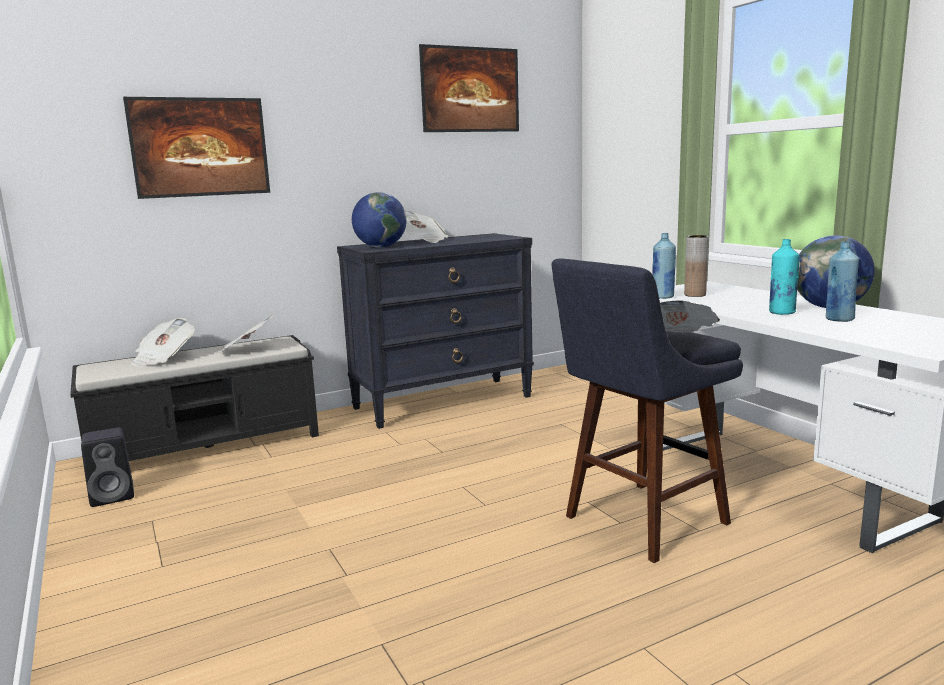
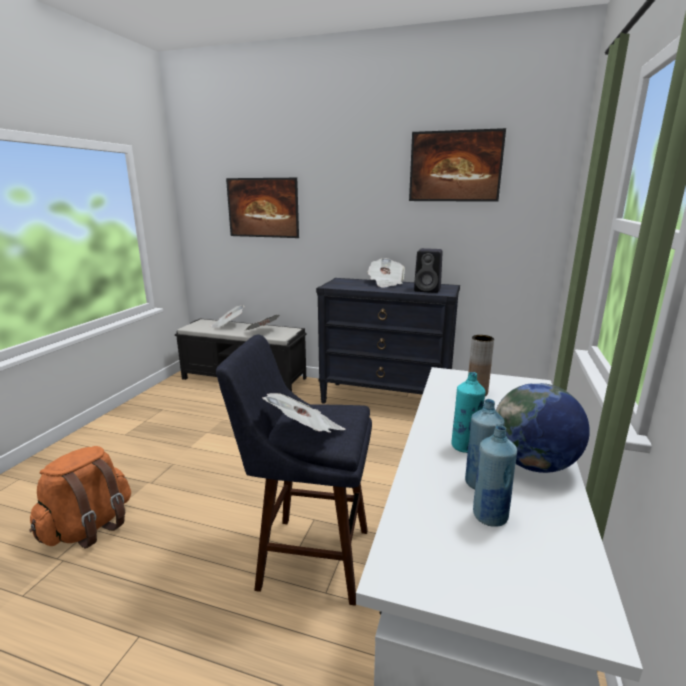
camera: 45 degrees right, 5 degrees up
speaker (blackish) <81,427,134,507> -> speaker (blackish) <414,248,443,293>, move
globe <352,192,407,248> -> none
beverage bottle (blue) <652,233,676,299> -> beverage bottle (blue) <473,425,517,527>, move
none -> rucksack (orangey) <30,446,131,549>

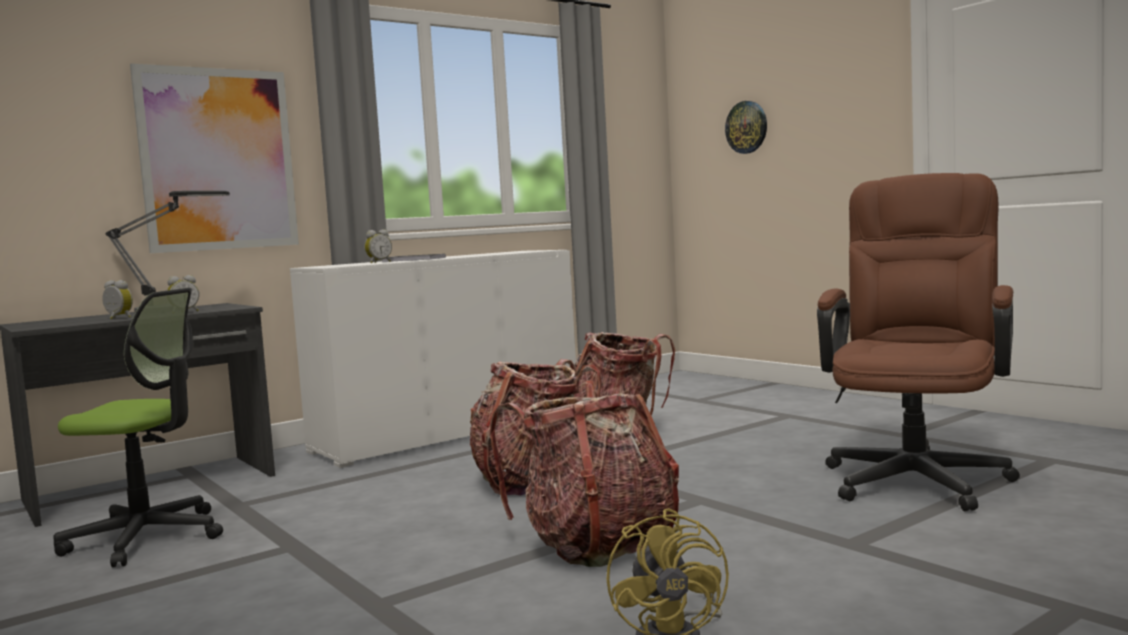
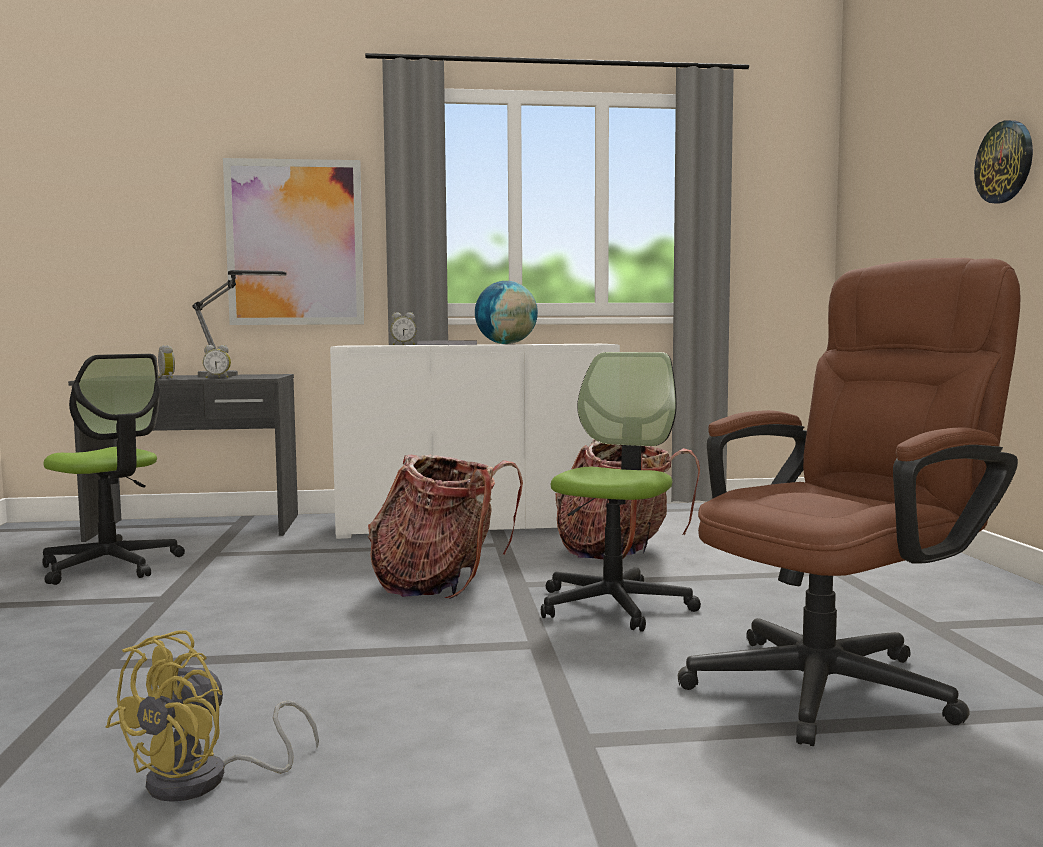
camera: 30 degrees right, 0 degrees up
rucksack <490,381,679,567> -> none
clock on the wall <725,101,767,154> -> clock on the wall <974,120,1033,203>, move
none -> globe <475,281,538,344>
none -> office chair <541,352,701,632>

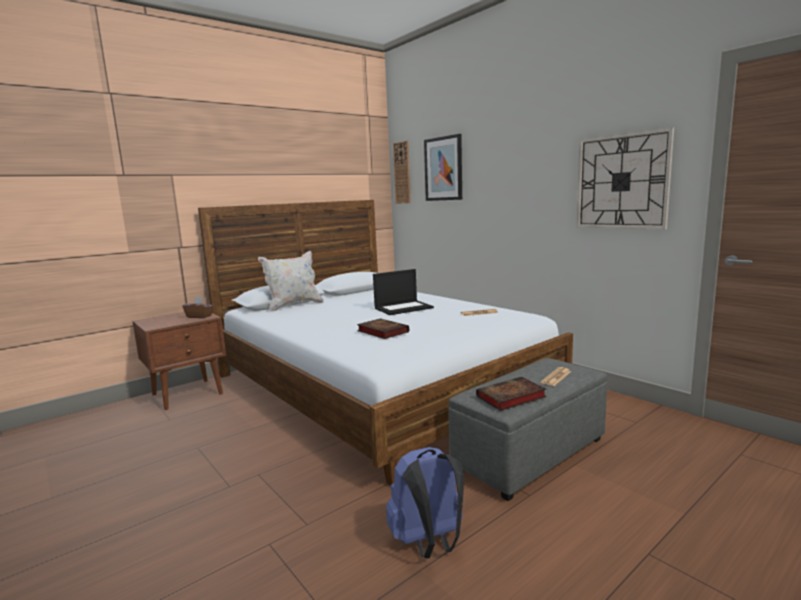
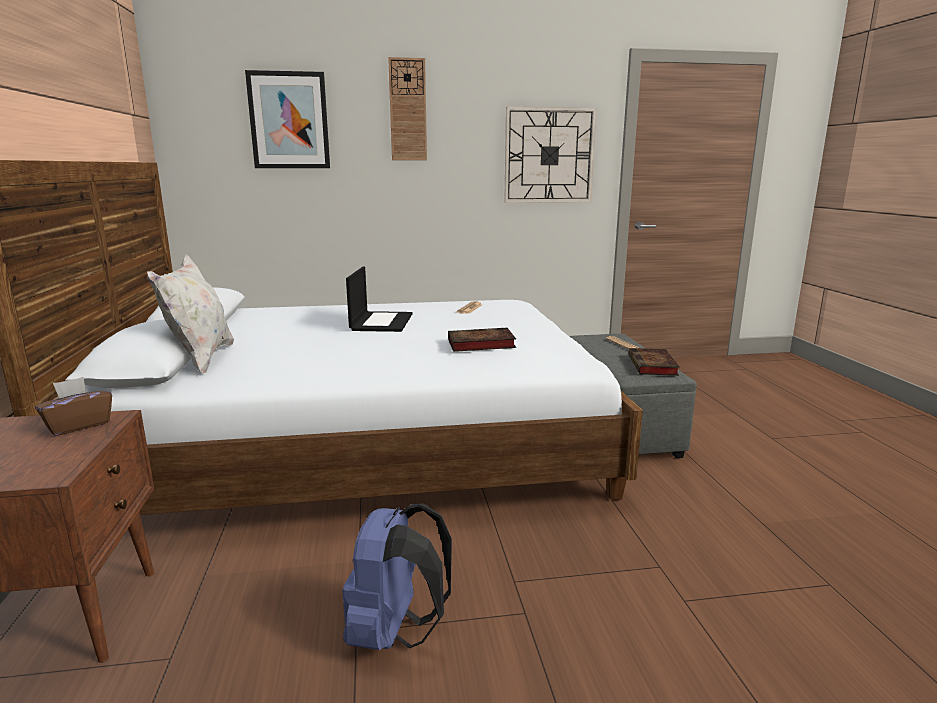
camera: 60 degrees left, 5 degrees up
rucksack (blue) <386,447,464,558> -> rucksack (blue) <343,504,452,650>, move
clock on the wall <393,141,411,204> -> clock on the wall <388,57,427,160>, move

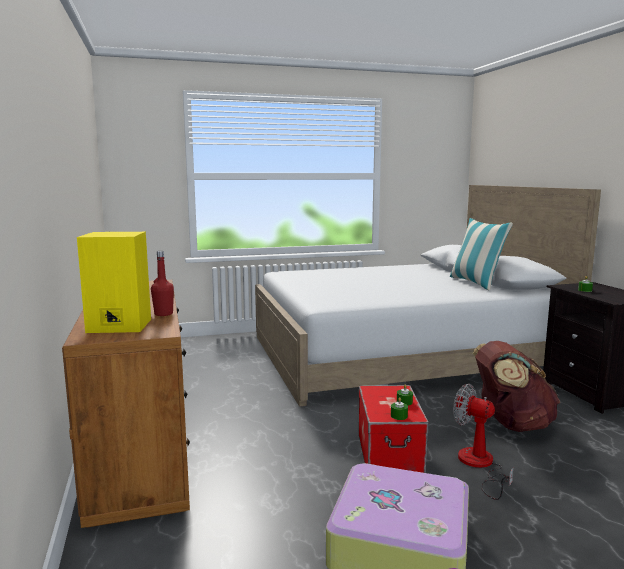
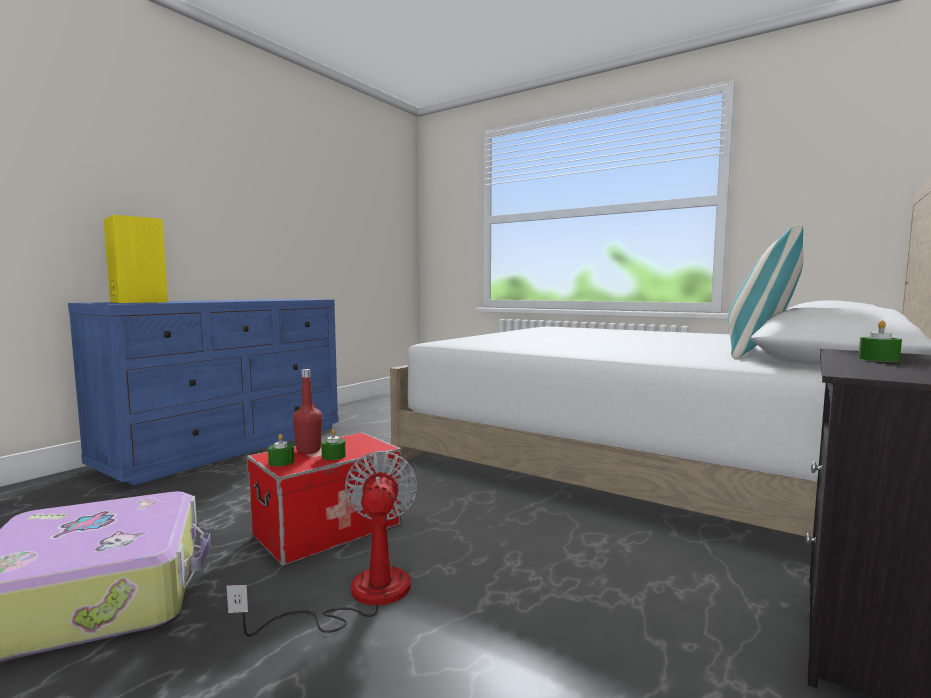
camera: 50 degrees right, 5 degrees down
drawer chest (brown) <62,280,190,528> -> drawer chest (blue) <68,299,339,486>
beverage bottle (red-coloured) <151,251,174,316> -> beverage bottle (red-coloured) <293,369,322,453>, move
rucksack (brown) <472,341,560,432> -> none

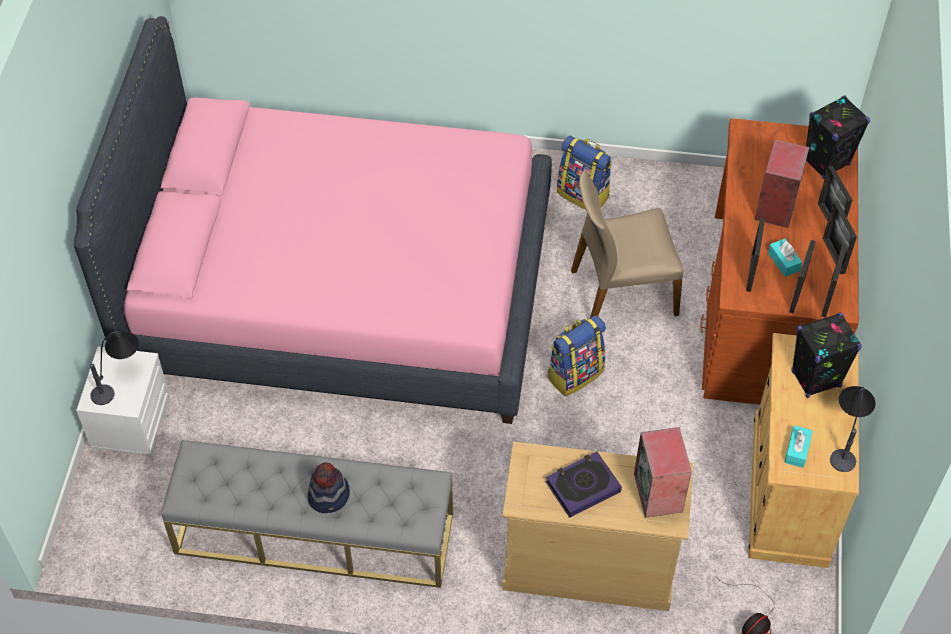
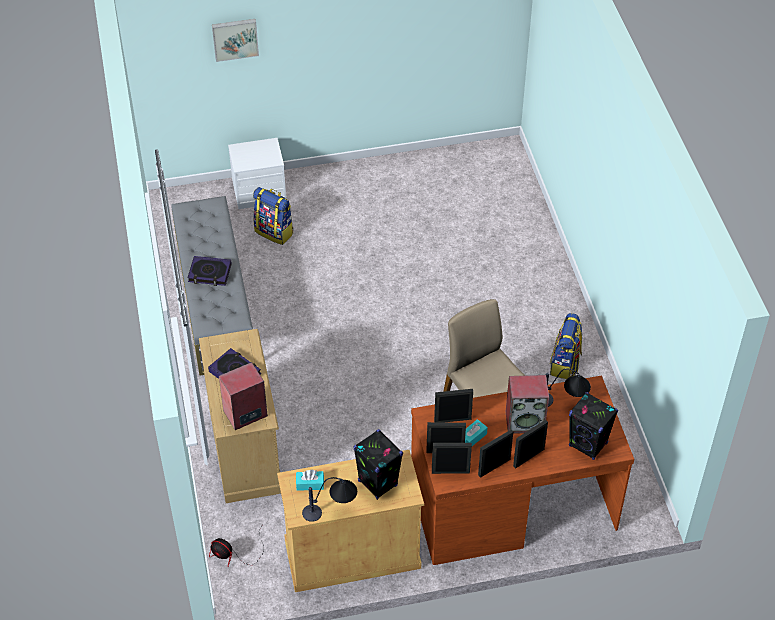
camera: 70 degrees right, 5 degrees down
bed (pinkish) <74,16,552,424> -> none
tabletop lamp <90,330,139,405> -> tabletop lamp <546,368,591,407>, move
hat <308,462,350,513> -> book <188,256,232,286>
rucksack <548,316,606,396> -> rucksack <253,187,294,245>, move
none -> picture <212,19,259,62>

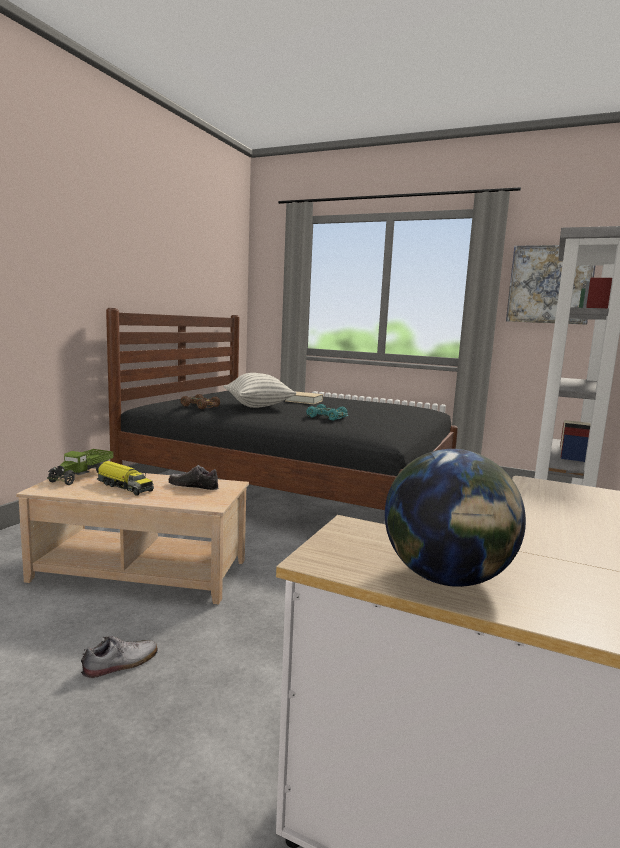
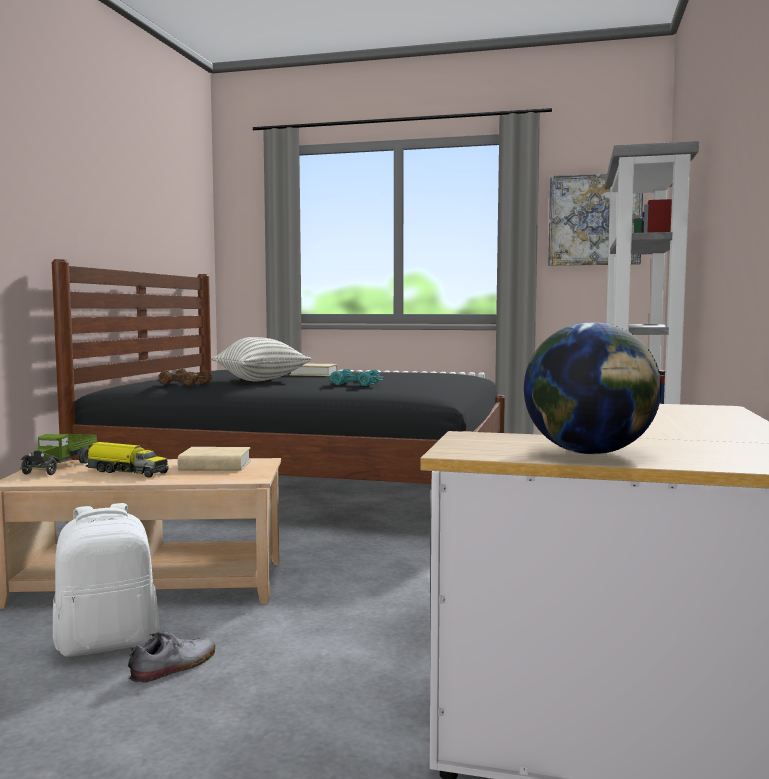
camera: 10 degrees left, 5 degrees down
low shoe <169,465,218,490> -> book (sand-coloured) <178,447,251,471>
none -> rucksack (white-coloured) <53,503,160,657>

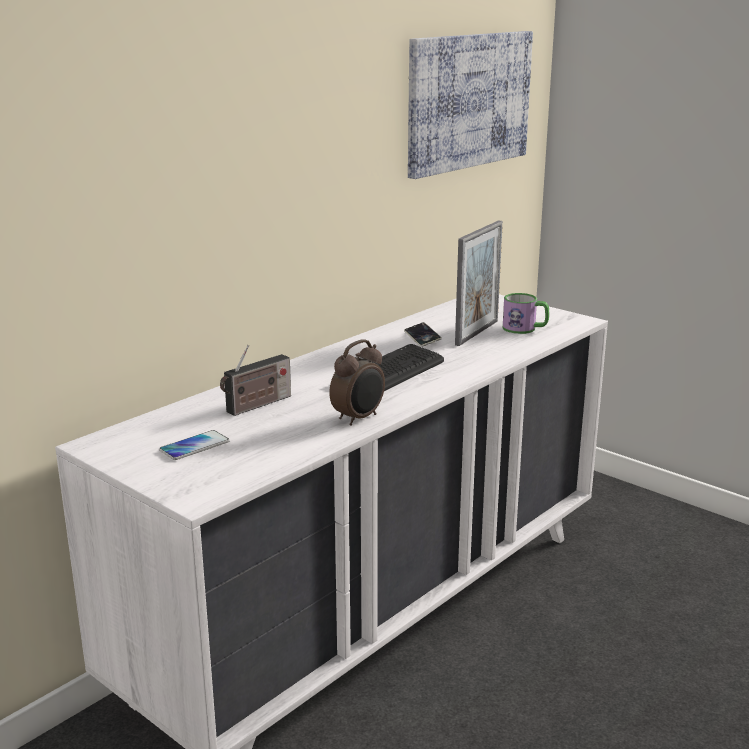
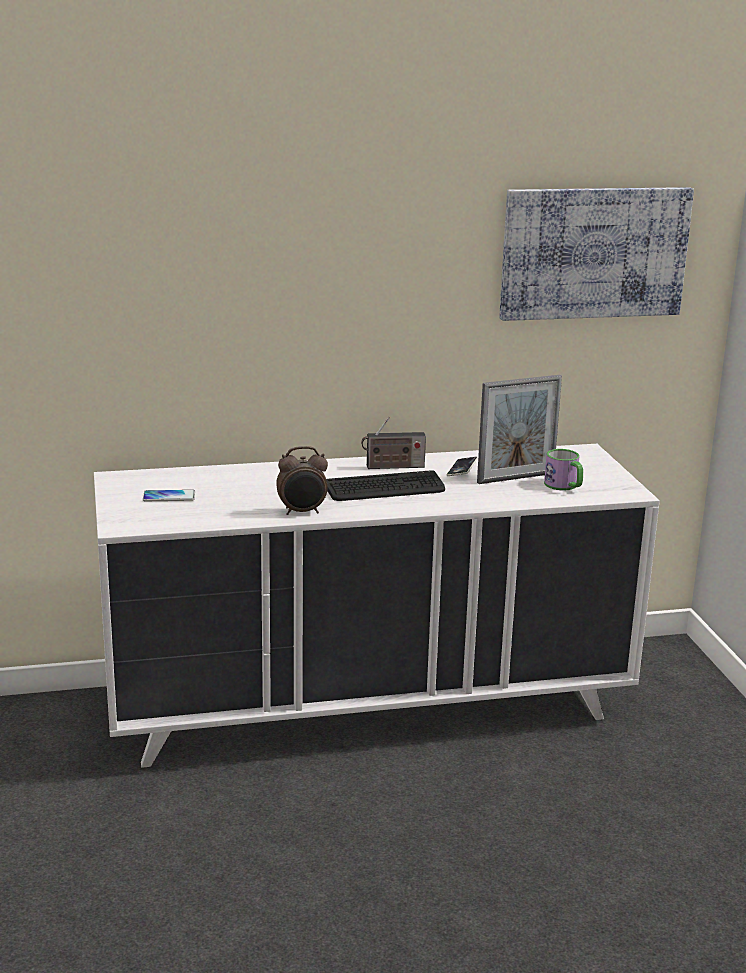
camera: 35 degrees right, 0 degrees up
radio <220,345,291,416> -> radio <361,417,426,469>, move

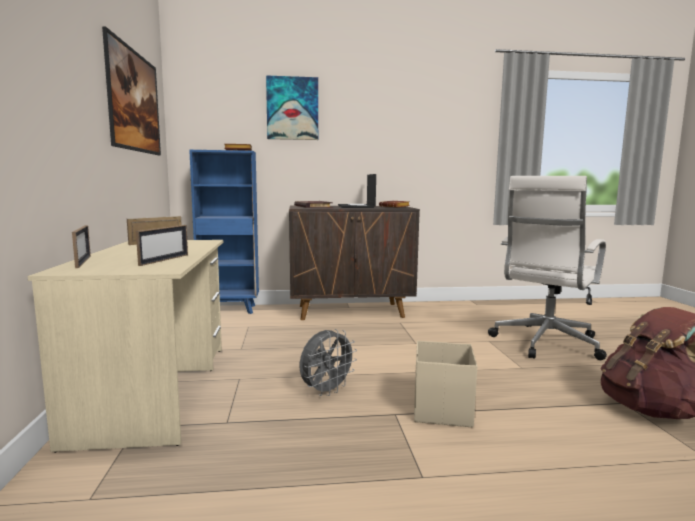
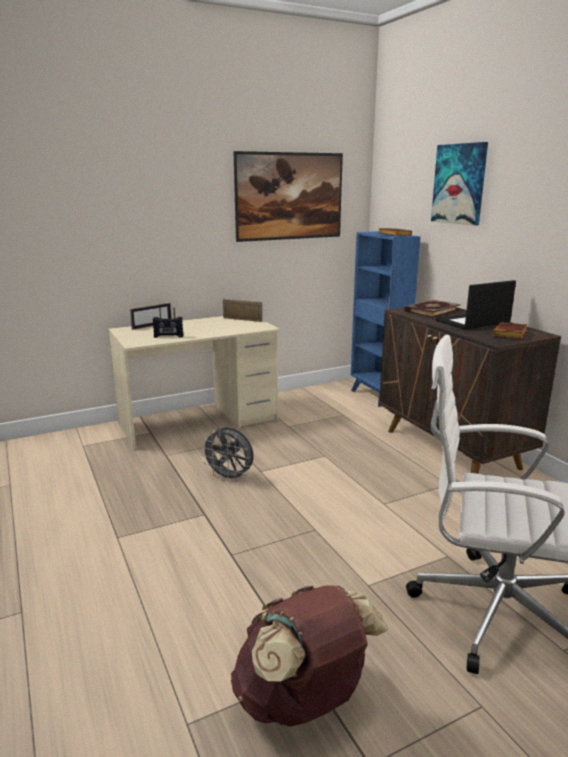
camera: 70 degrees right, 10 degrees up
standing frame <136,225,188,266> -> radio <153,307,183,338>
storage box (sand-coloured) <414,341,477,427> -> none

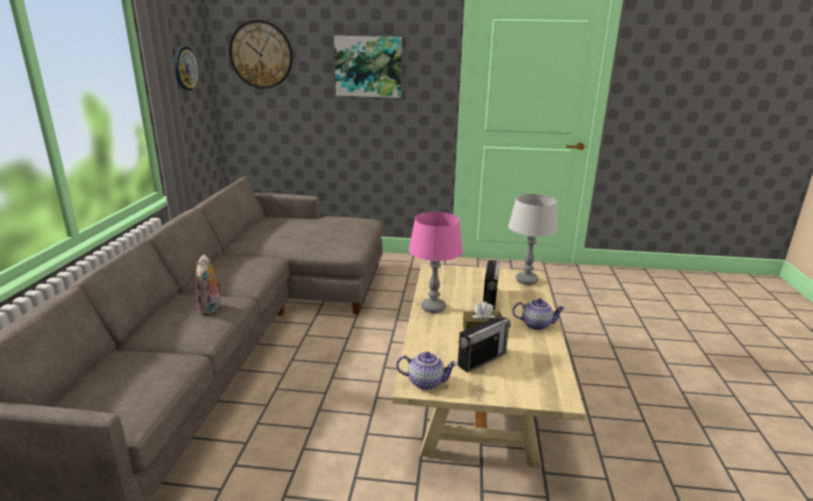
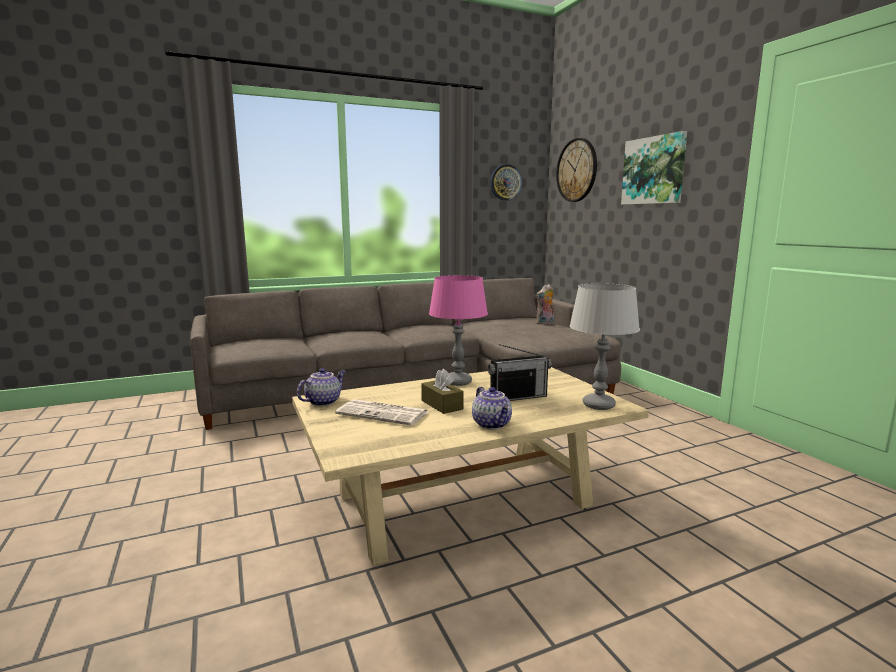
camera: 60 degrees right, 10 degrees down
cuddly toy <195,254,222,315> -> cuddly toy <536,284,554,325>, move
teapot <396,352,458,390> -> teapot <297,368,346,406>, 120 degrees counterclockwise
radio <458,316,511,373> -> daily paper <335,399,428,425>

